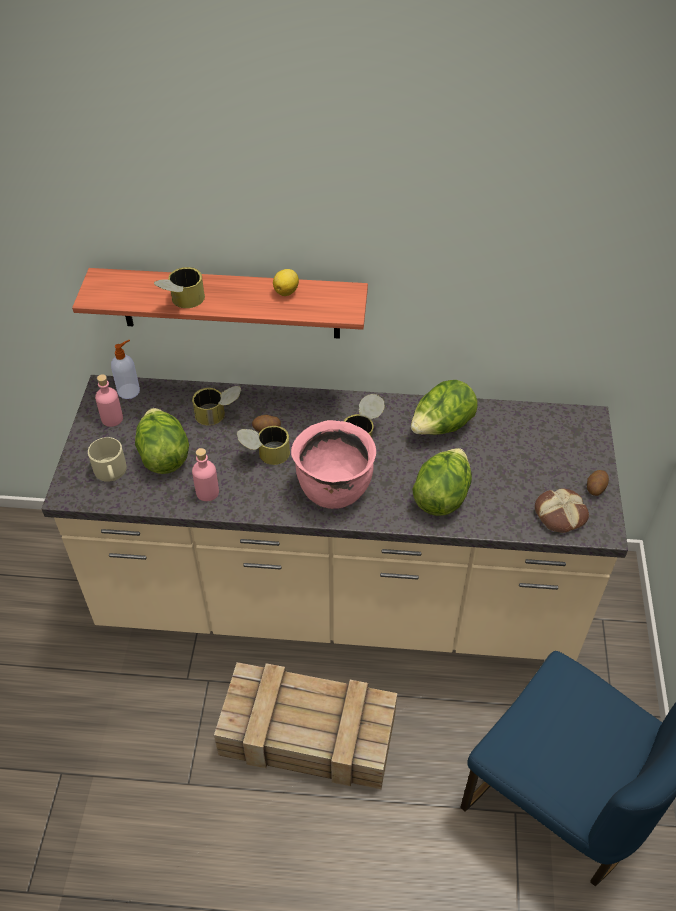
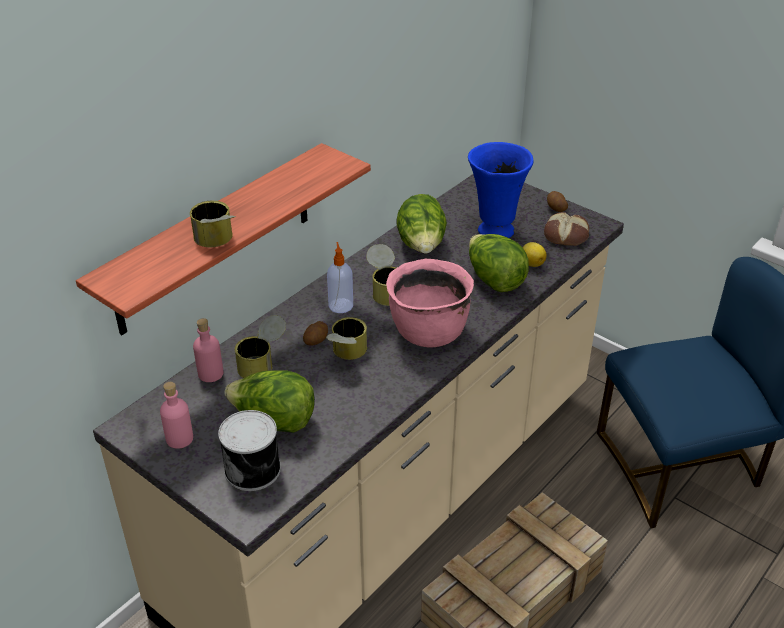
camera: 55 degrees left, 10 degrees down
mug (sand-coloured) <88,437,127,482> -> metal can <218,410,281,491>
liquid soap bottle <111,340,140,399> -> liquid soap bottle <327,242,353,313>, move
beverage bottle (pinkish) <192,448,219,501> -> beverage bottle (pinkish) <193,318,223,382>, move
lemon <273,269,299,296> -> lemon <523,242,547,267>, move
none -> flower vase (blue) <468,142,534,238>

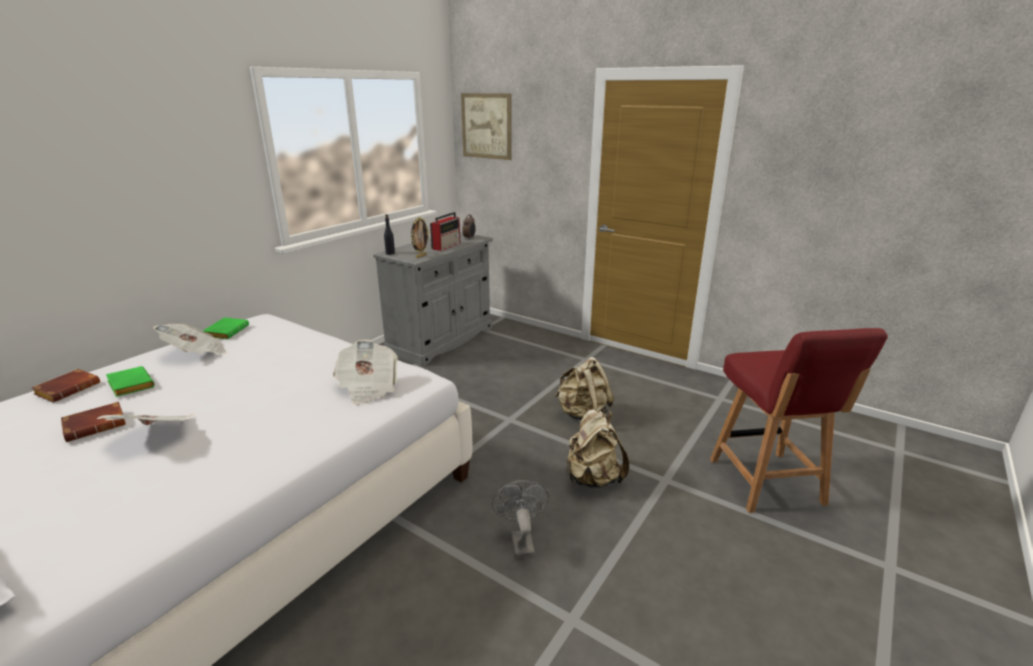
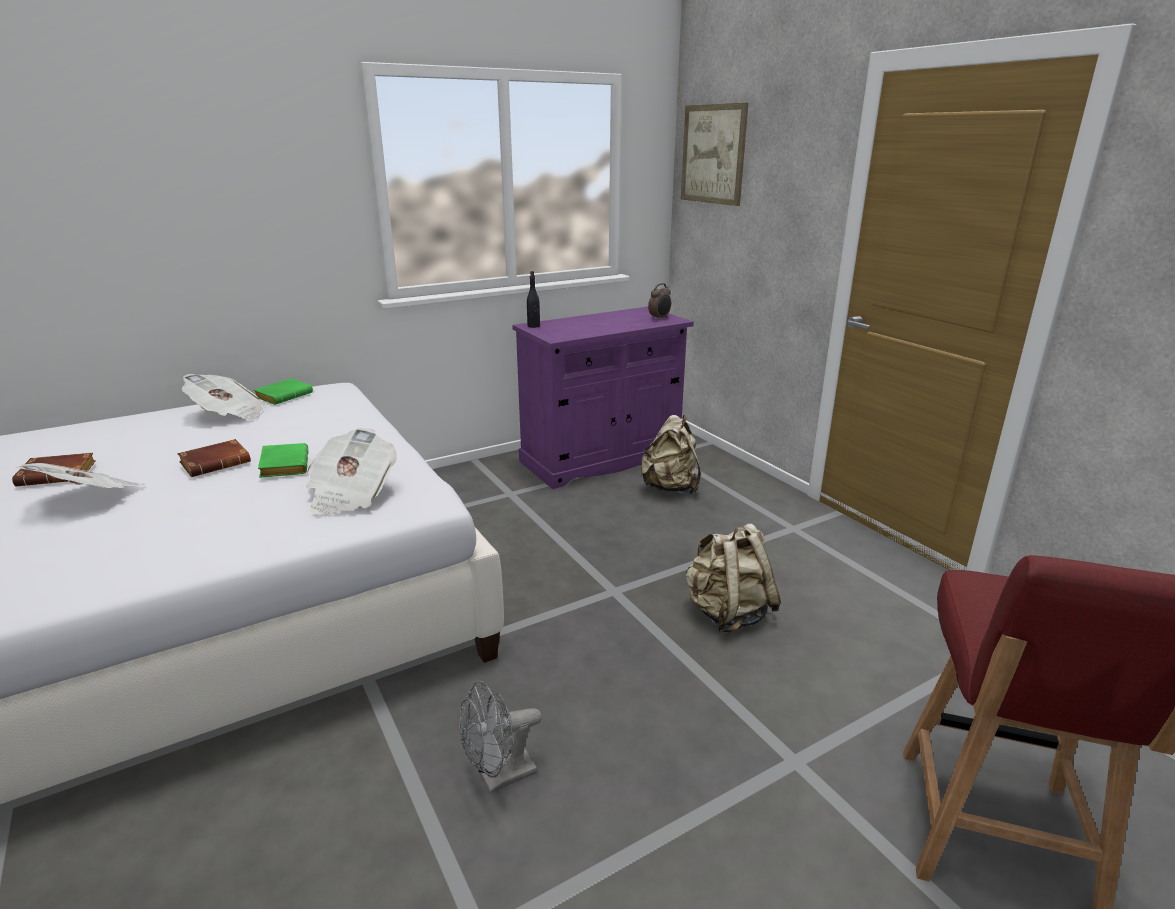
camera: 25 degrees right, 0 degrees up
book (brown) <31,369,100,403> -> book (brown) <177,439,251,477>, move
book (green) <106,366,155,397> -> book (green) <258,443,308,477>, move
cupboard (grey) <373,232,493,366> -> cupboard (purplish) <512,307,694,489>
standing frame <411,217,429,258> -> none
radio <430,212,460,251> -> none
fan (grey) <492,480,549,558> -> fan (grey) <459,681,542,793>, 135 degrees counterclockwise
rucksack (sand-coloured) <566,409,629,488> -> rucksack (sand-coloured) <640,415,701,494>, move

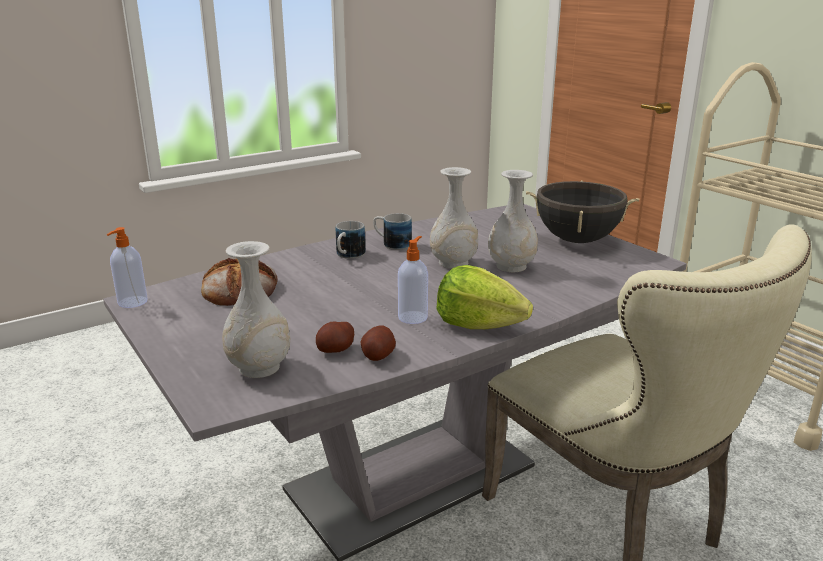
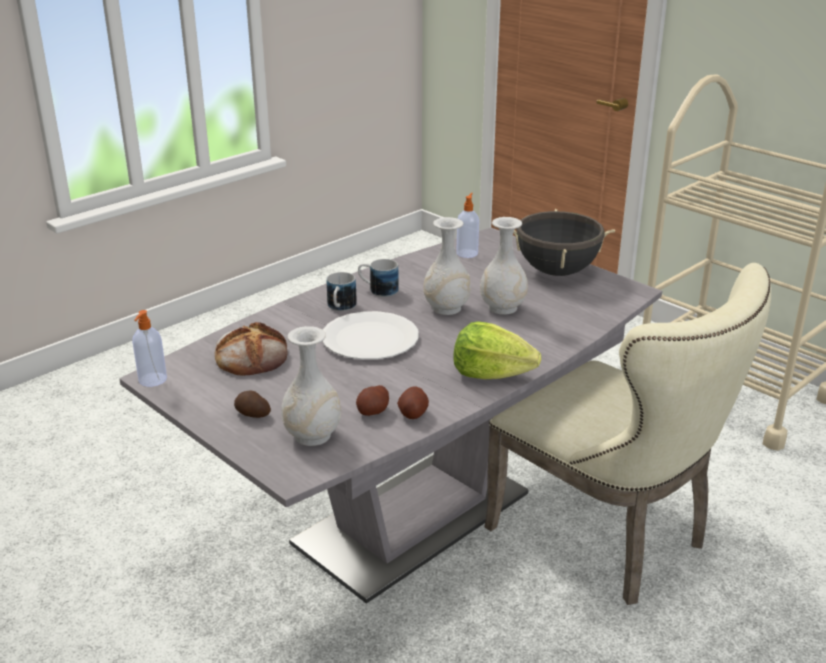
camera: 10 degrees left, 5 degrees up
liquid soap bottle <398,236,428,324> -> liquid soap bottle <456,193,479,258>, move
none -> whole potato <234,391,271,418>
none -> flat dish (white-coloured) <322,311,419,360>

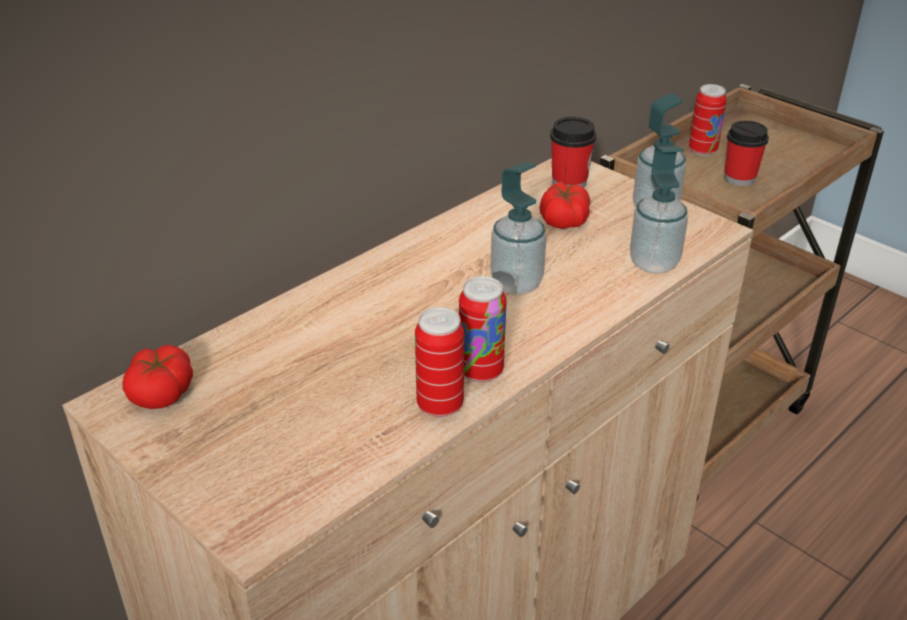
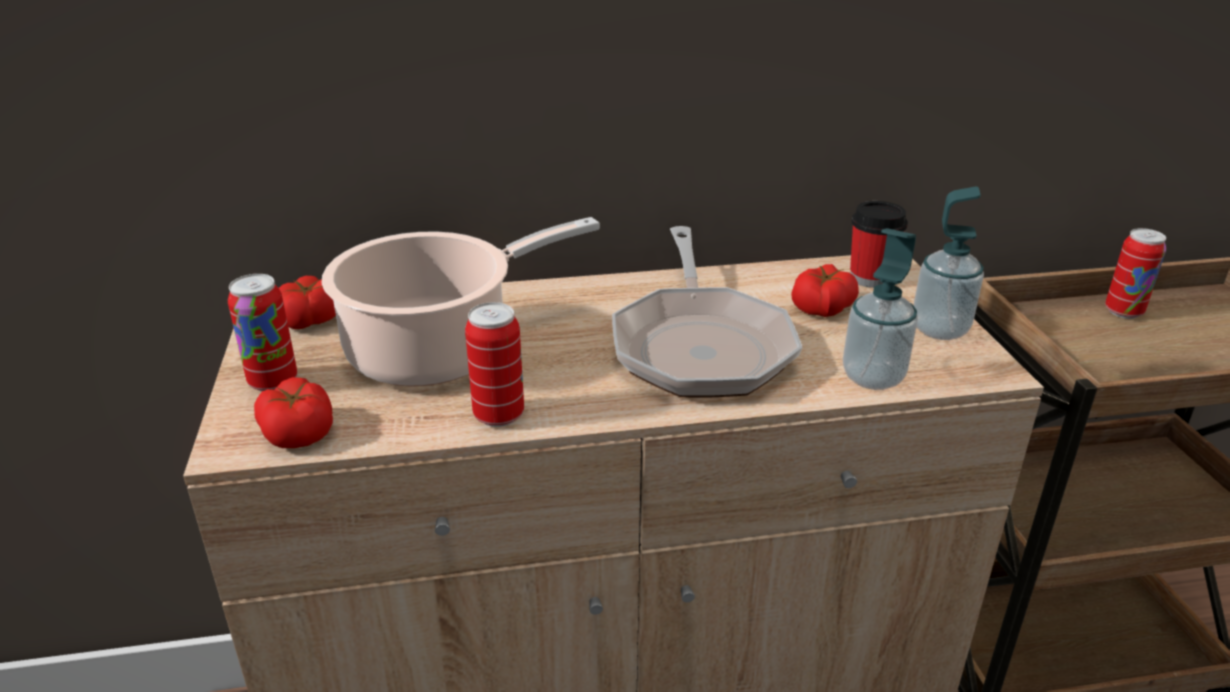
camera: 35 degrees right, 5 degrees down
metal can <459,276,507,383> -> metal can <228,274,297,392>, move
liquid soap bottle <490,162,547,295> -> skillet <612,226,803,398>
cup <724,120,769,186> -> none
none -> whole tomato <254,377,333,448>
none -> stockpot <322,217,600,386>

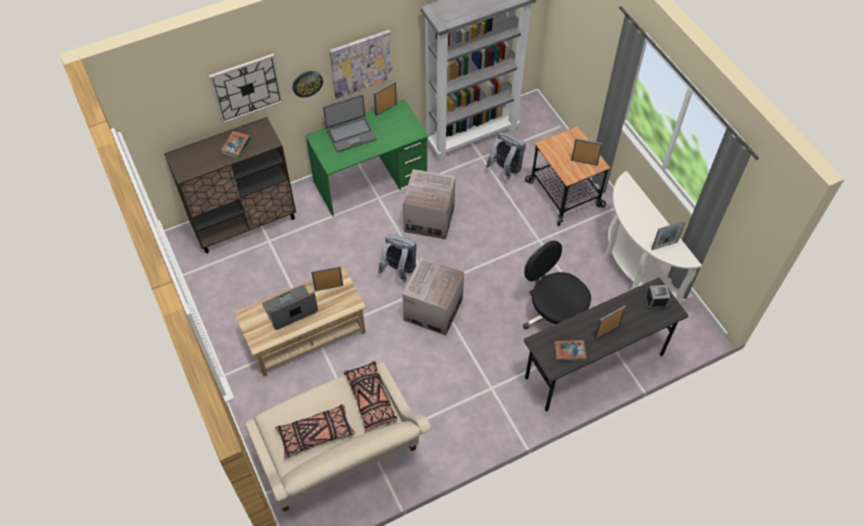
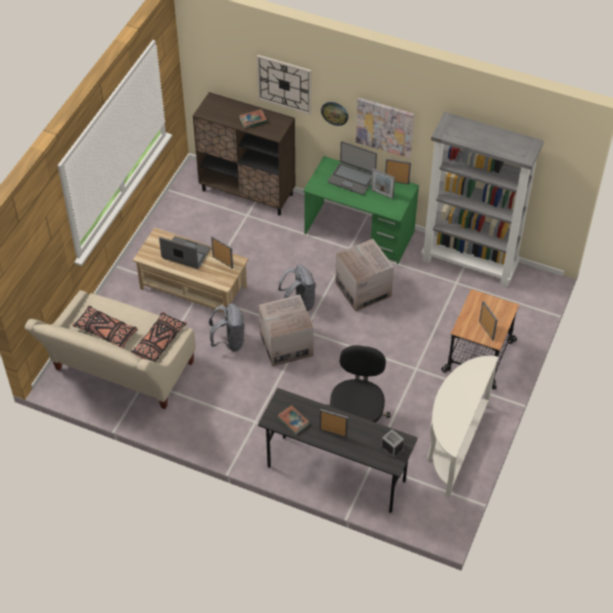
camera: 50 degrees right, 5 degrees down
rucksack (grey) <486,132,526,179> -> rucksack (grey) <209,303,245,352>, move
standing frame <651,221,686,250> -> standing frame <371,168,395,199>, move

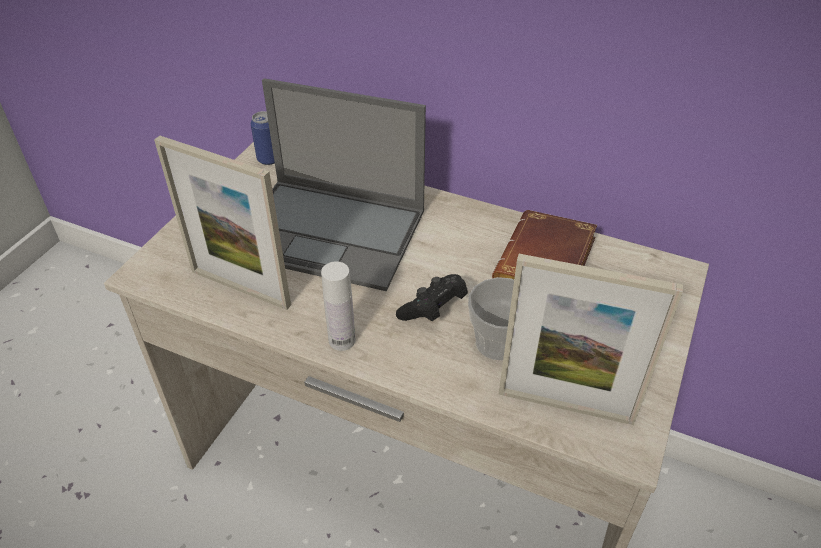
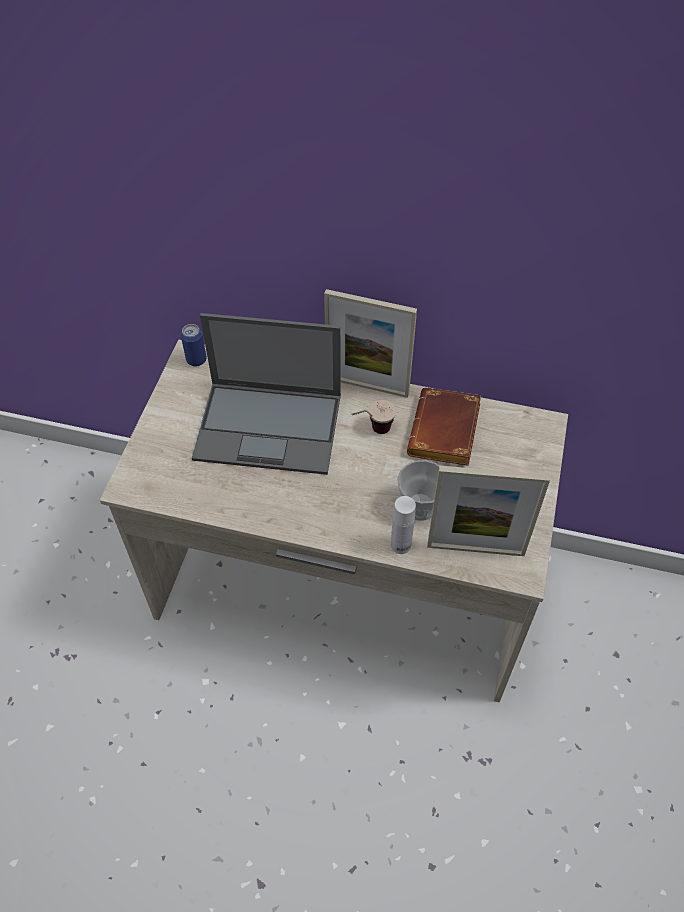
camera: 10 degrees left, 10 degrees up
standing frame <154,136,291,310> -> standing frame <324,289,417,398>, move
beverage bottle (white-coloured) <321,262,355,351> -> beverage bottle (white-coloured) <391,496,416,554>, move
joypad (blackish) <396,274,468,321> -> none
none -> cup <351,400,396,434>

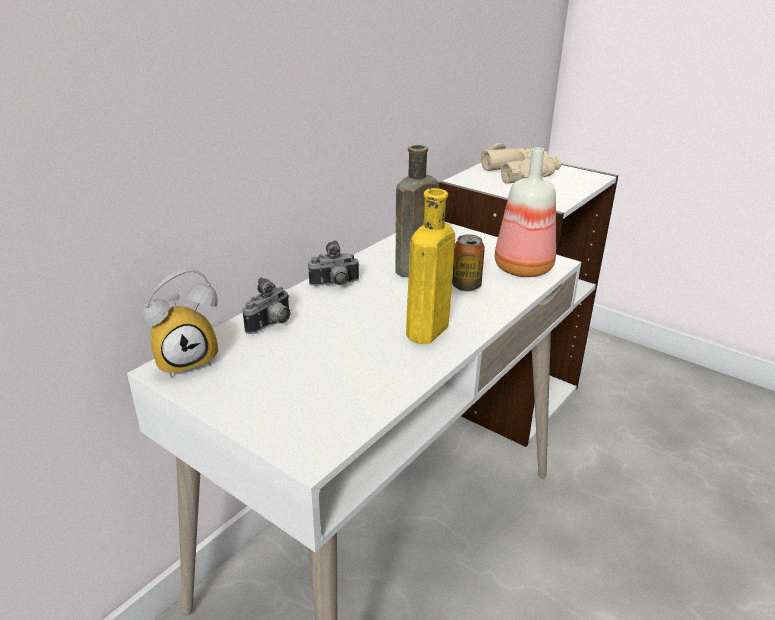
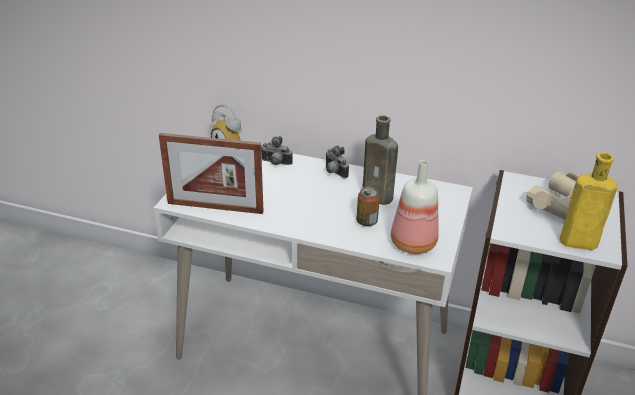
camera: 70 degrees right, 5 degrees up
beverage bottle (yellow) <406,188,455,344> -> beverage bottle (yellow) <560,152,617,250>, move
none -> standing frame <159,133,264,214>

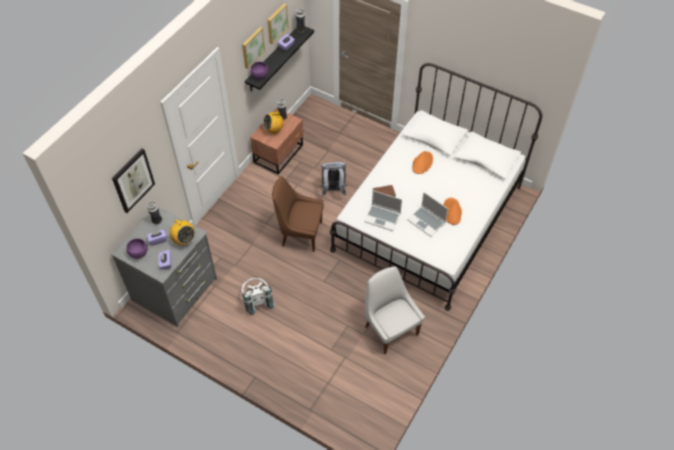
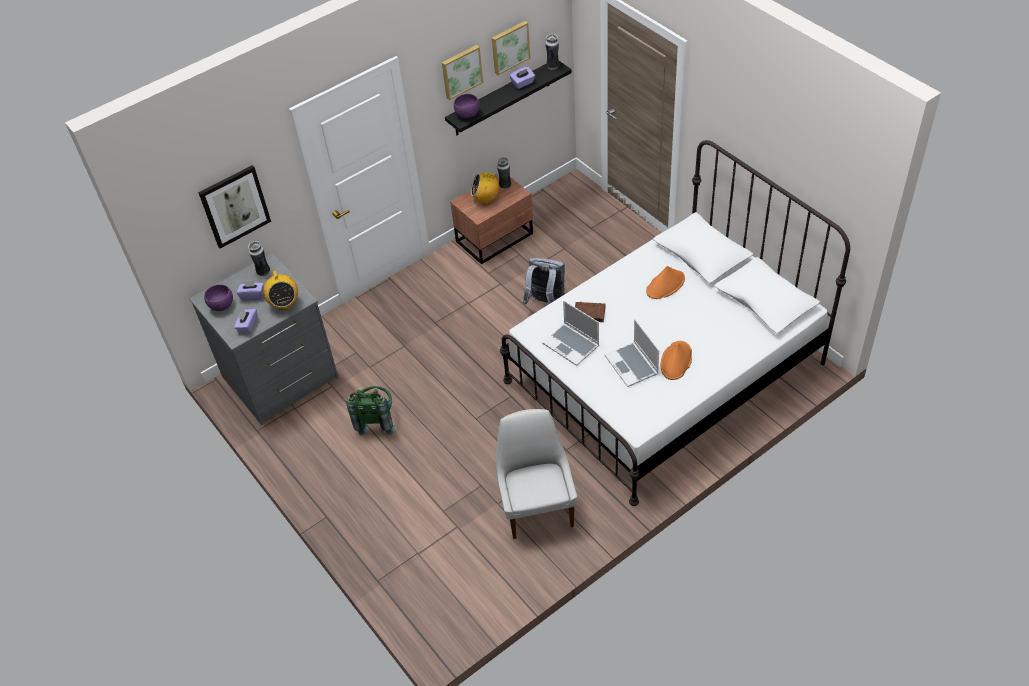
camera: 25 degrees right, 5 degrees down
rucksack (white-coloured) <241,278,275,315> -> rucksack (green) <346,386,396,436>
plain chair (brown) <272,176,324,252> -> none

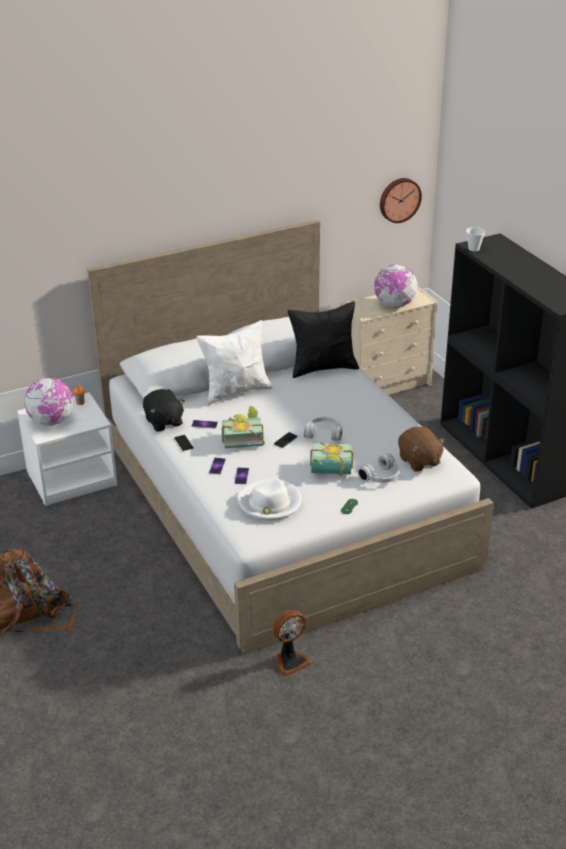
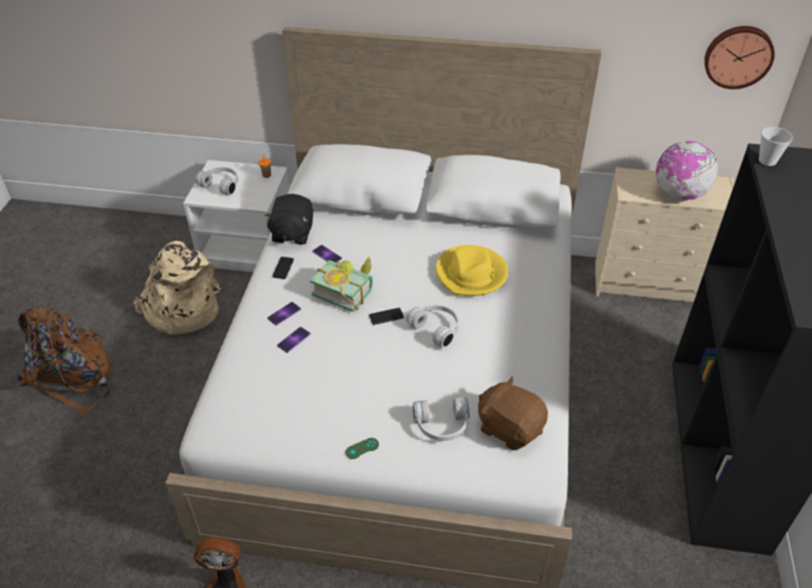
camera: 35 degrees right, 10 degrees up
globe <24,378,73,426> -> headphones (white-coloured) <195,167,238,195>
throw pillow (white-coloured) <197,320,273,405> -> none
hat (white-coloured) <237,478,302,521> -> none
throw pillow (blackish) <288,301,359,378> -> none
book <310,442,353,476> -> none
cuddly toy (brown) <398,427,445,472> -> cuddly toy (brown) <478,376,548,450>, 120 degrees clockwise
none -> rucksack (sand-coloured) <132,241,222,335>
none -> hat (yellow) <436,245,508,296>

